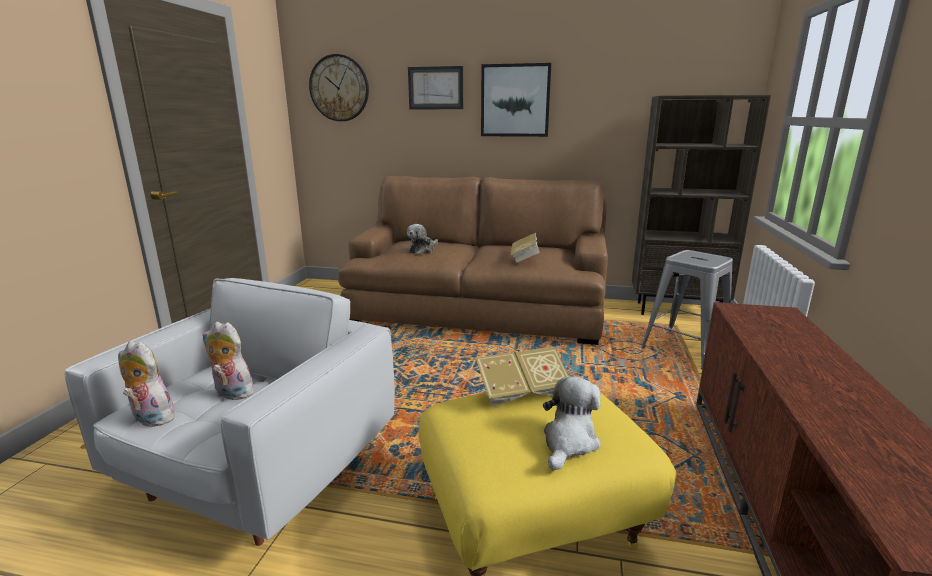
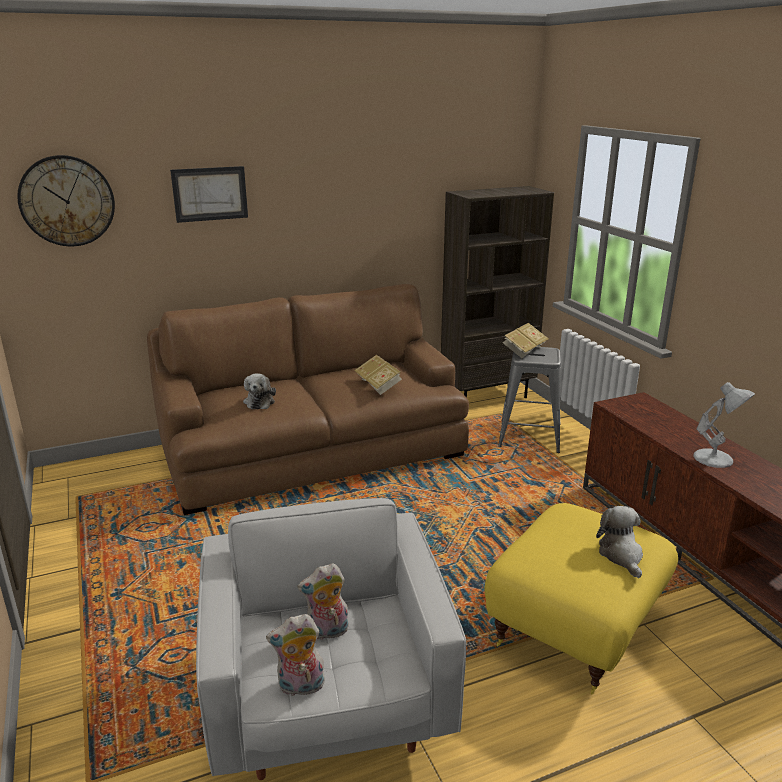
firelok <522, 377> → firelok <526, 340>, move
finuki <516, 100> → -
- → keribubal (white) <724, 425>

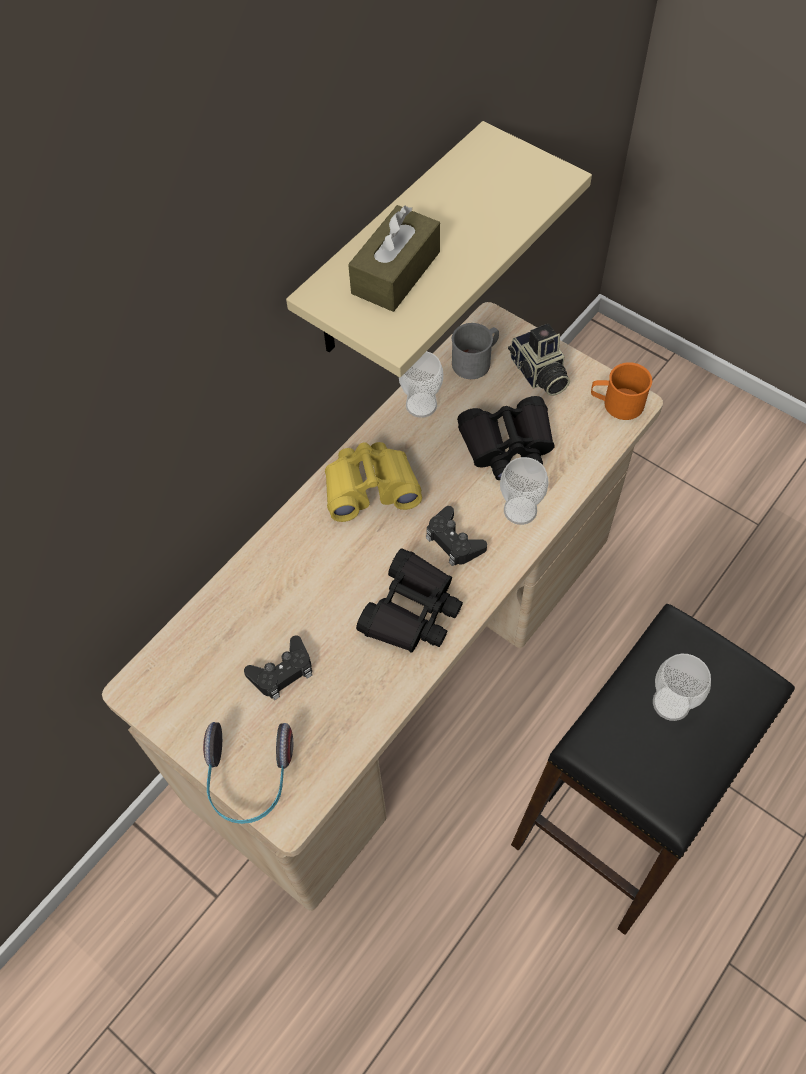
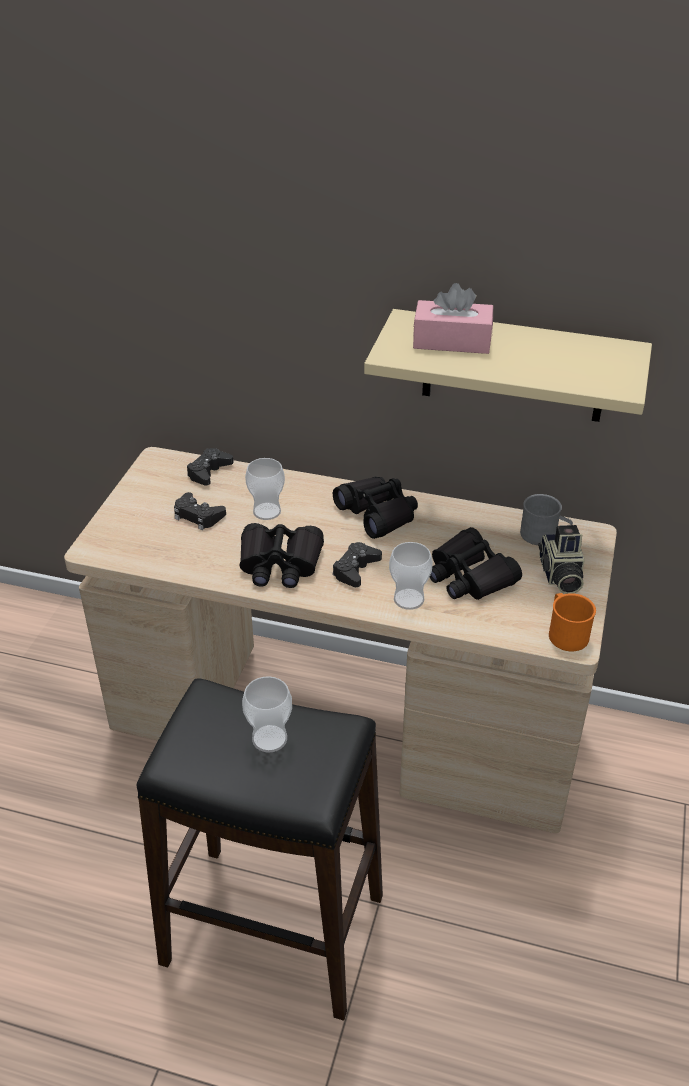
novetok <248, 773> → -
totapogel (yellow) <373, 482> → totapogel (black) <375, 508>
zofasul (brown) <394, 258> → zofasul (pink) <453, 318>
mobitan <421, 384> → mobitan <265, 489>, move
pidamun <539, 360> → pidamun <561, 559>, 45 degrees counterclockwise
- → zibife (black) <210, 467>

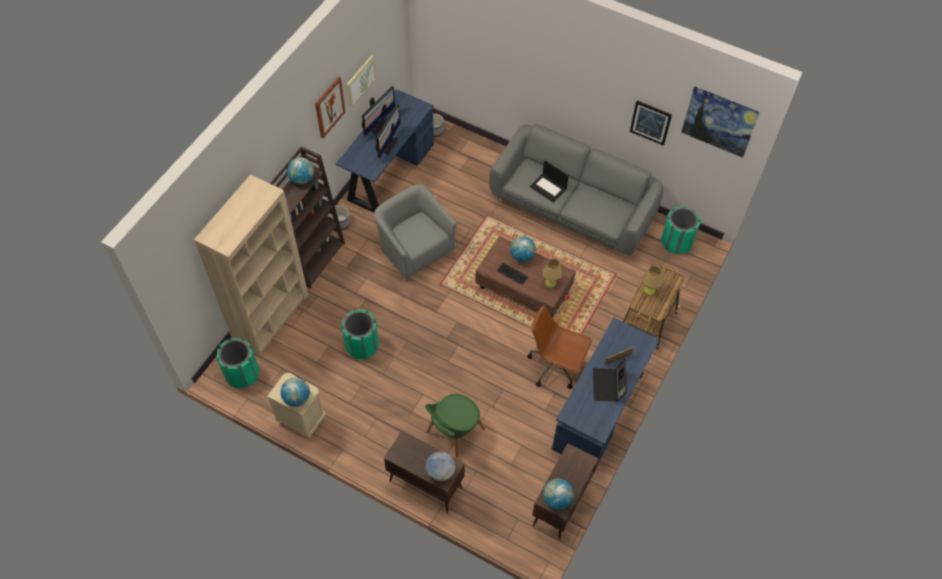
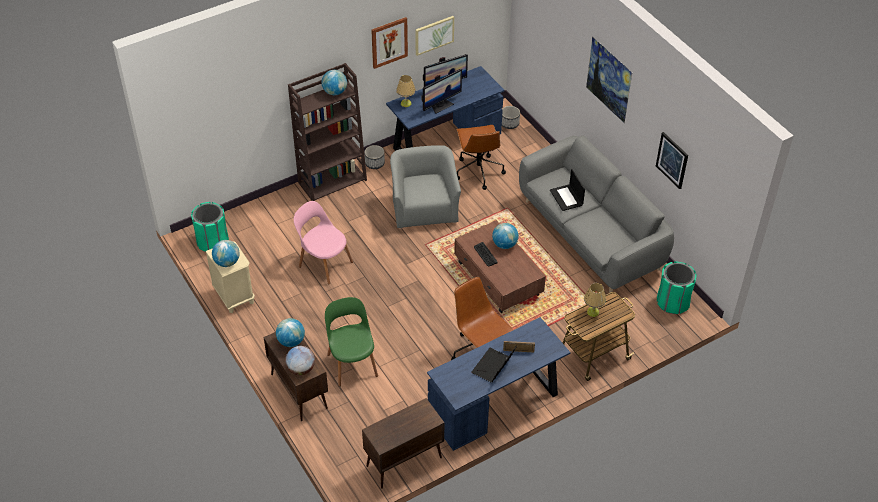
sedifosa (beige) <251, 264> → -
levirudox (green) <360, 334> → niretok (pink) <323, 242>
niretok (green) <455, 426> → niretok (green) <351, 342>, 90 degrees clockwise
keribubal <552, 273> → keribubal <406, 91>, move
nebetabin <558, 494> → nebetabin <290, 332>, move
finuki <720, 122> → finuki <609, 80>, move
- → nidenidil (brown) <481, 157>

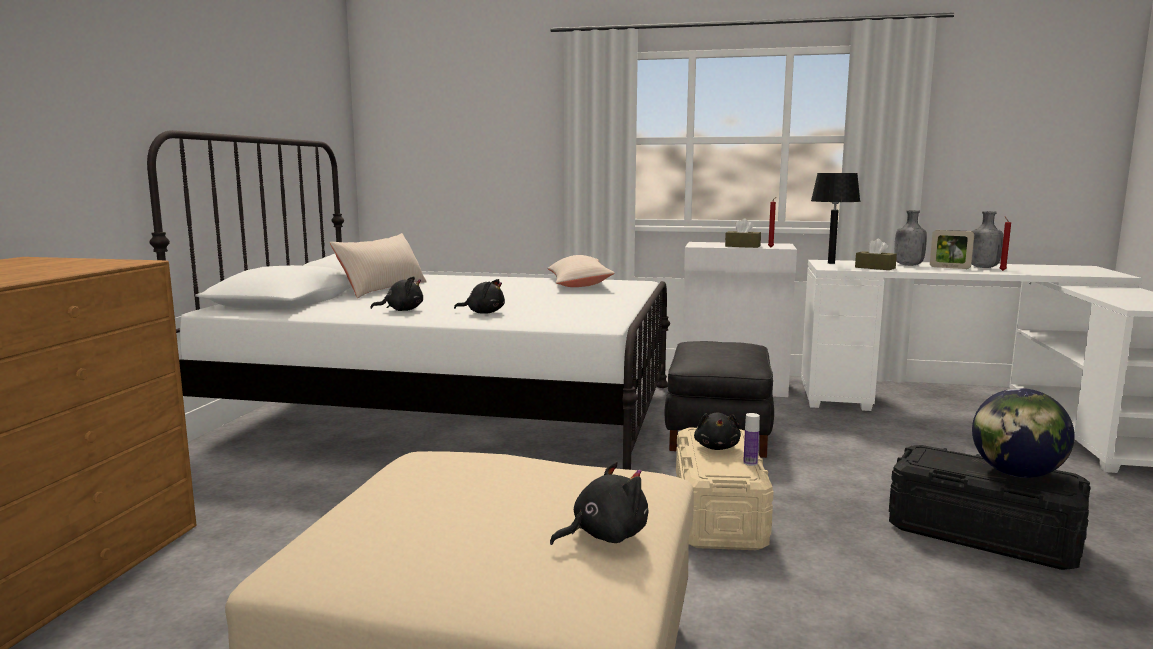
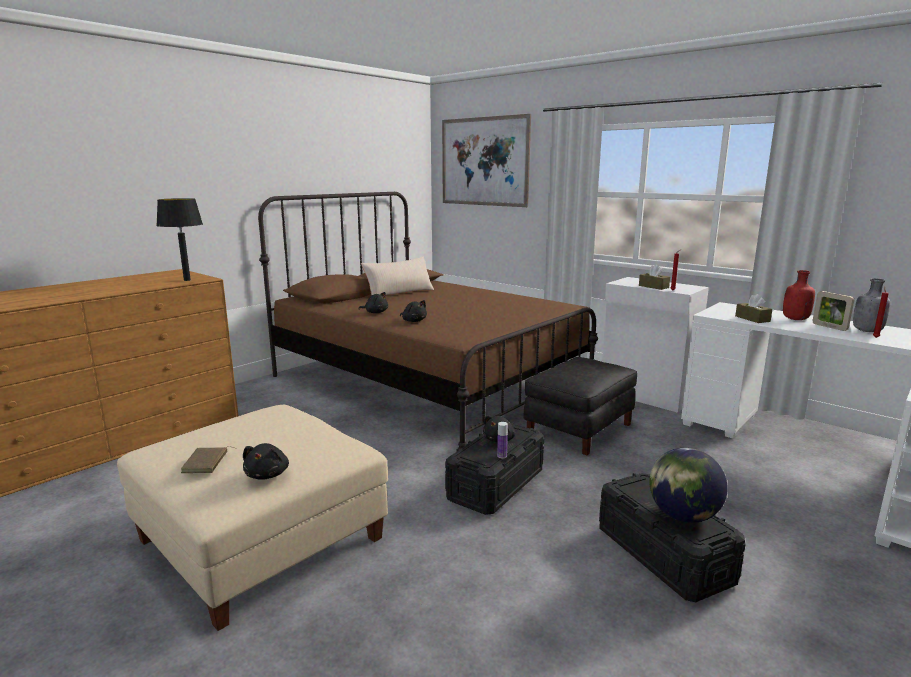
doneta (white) <408, 300> → doneta (brown) <428, 320>
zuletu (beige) <581, 271> → -
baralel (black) <599, 503> → baralel (black) <266, 461>, 90 degrees clockwise
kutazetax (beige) <725, 489> → kutazetax (black) <494, 468>
keribubal (black) <836, 218> → keribubal (black) <179, 239>, move
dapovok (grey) <910, 238> → dapovok (red) <799, 295>
- → firelok (brown) <209, 459>
- → finuki <486, 160>

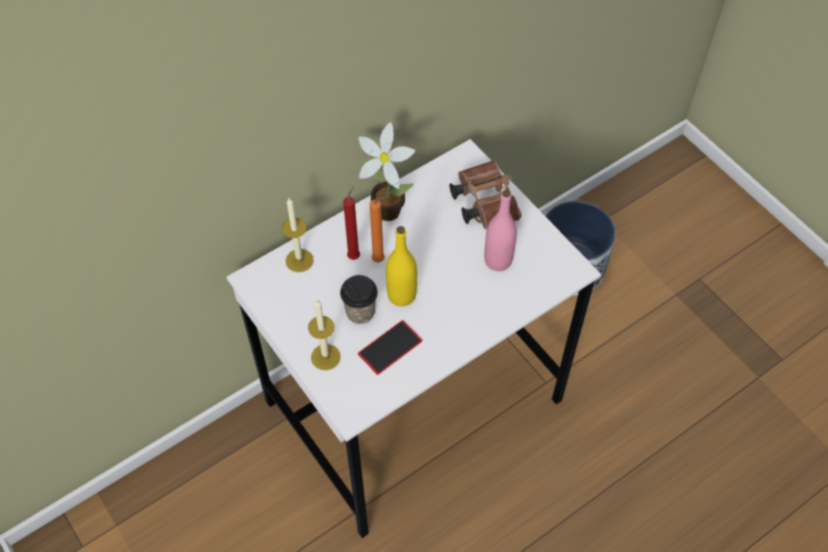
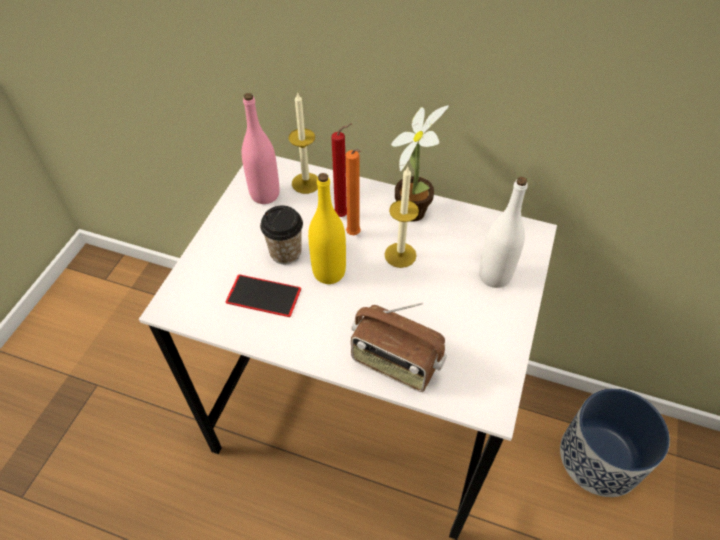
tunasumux <324, 335> → tunasumux <401, 217>, move
totapogel (brown) <486, 195> → dapovok (white) <503, 232>
dapovok (pink) <500, 230> → dapovok (pink) <261, 148>, move
- → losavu <399, 347>

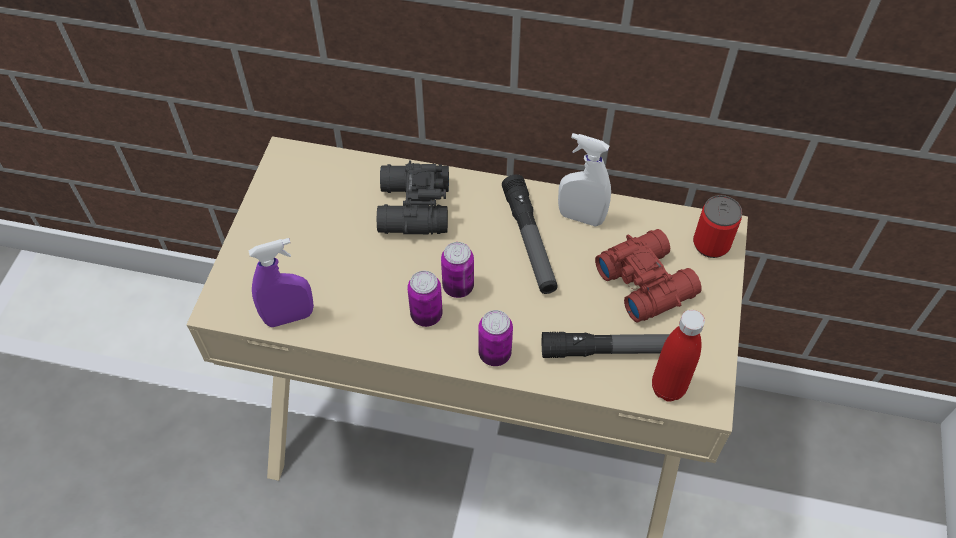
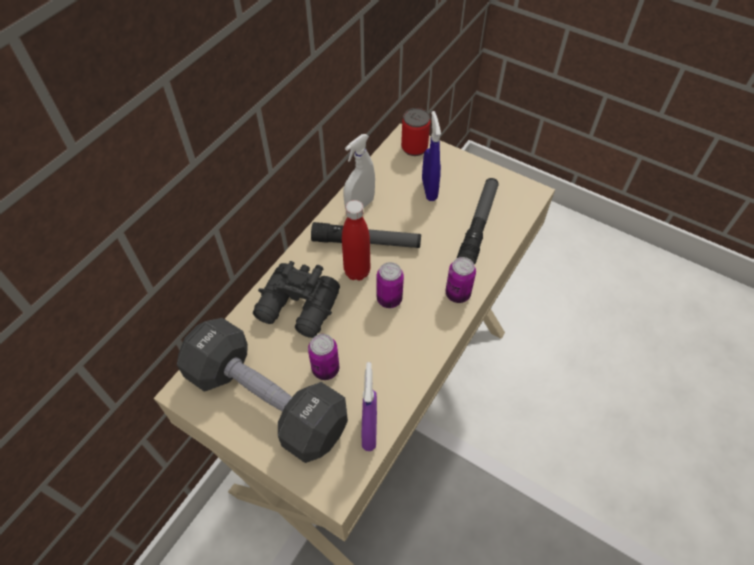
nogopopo <425, 299> → nogopopo <323, 357>, move
totapogel (red) <648, 275> → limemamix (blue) <431, 156>
dapovok (red) <678, 356> → dapovok (red) <356, 240>, move
- → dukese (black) <262, 390>

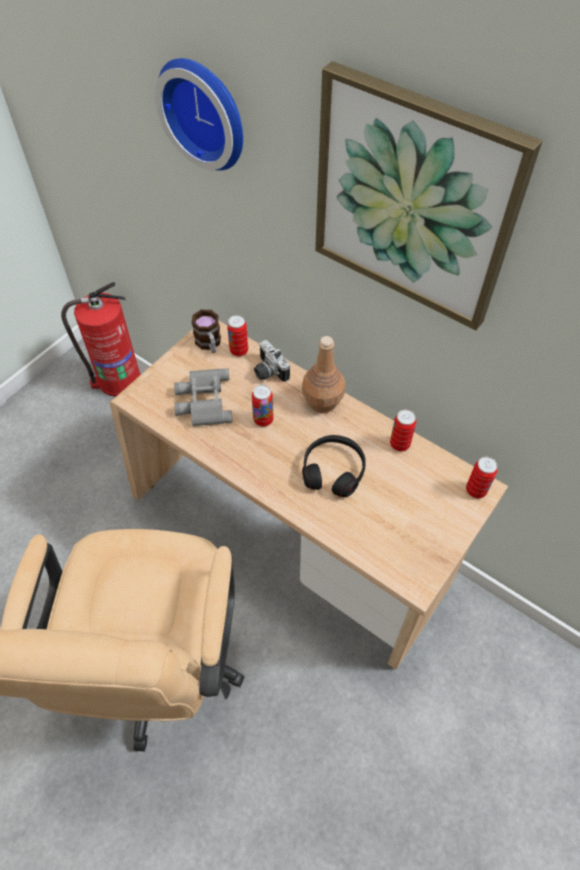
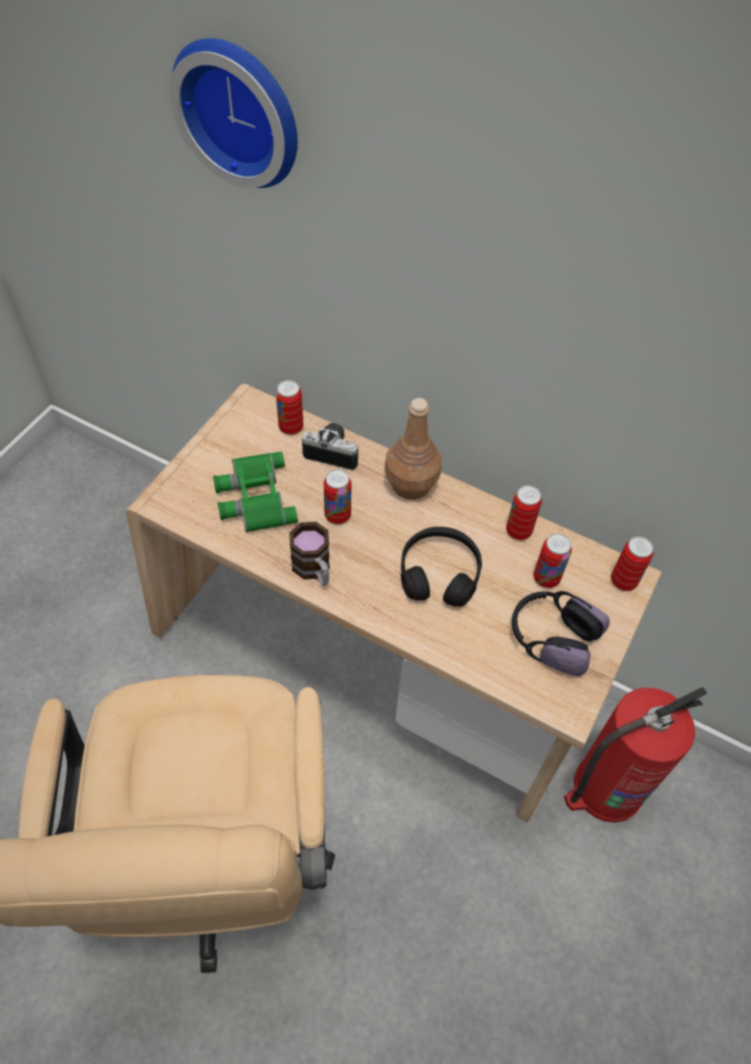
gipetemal <101, 339> → gipetemal <635, 755>, move
totapogel (grey) <203, 397> → totapogel (green) <255, 491>
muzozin <206, 331> → muzozin <309, 554>, move
pidamun <272, 361> → pidamun <330, 446>, 150 degrees clockwise
finuki <428, 195> → -
- → novetok <561, 633>
- → nogopopo <553, 560>

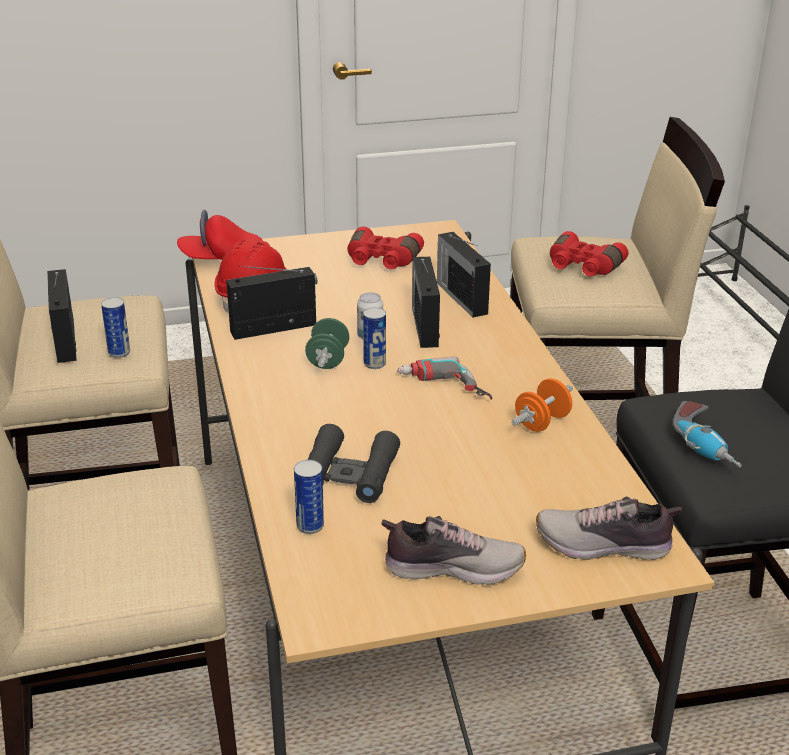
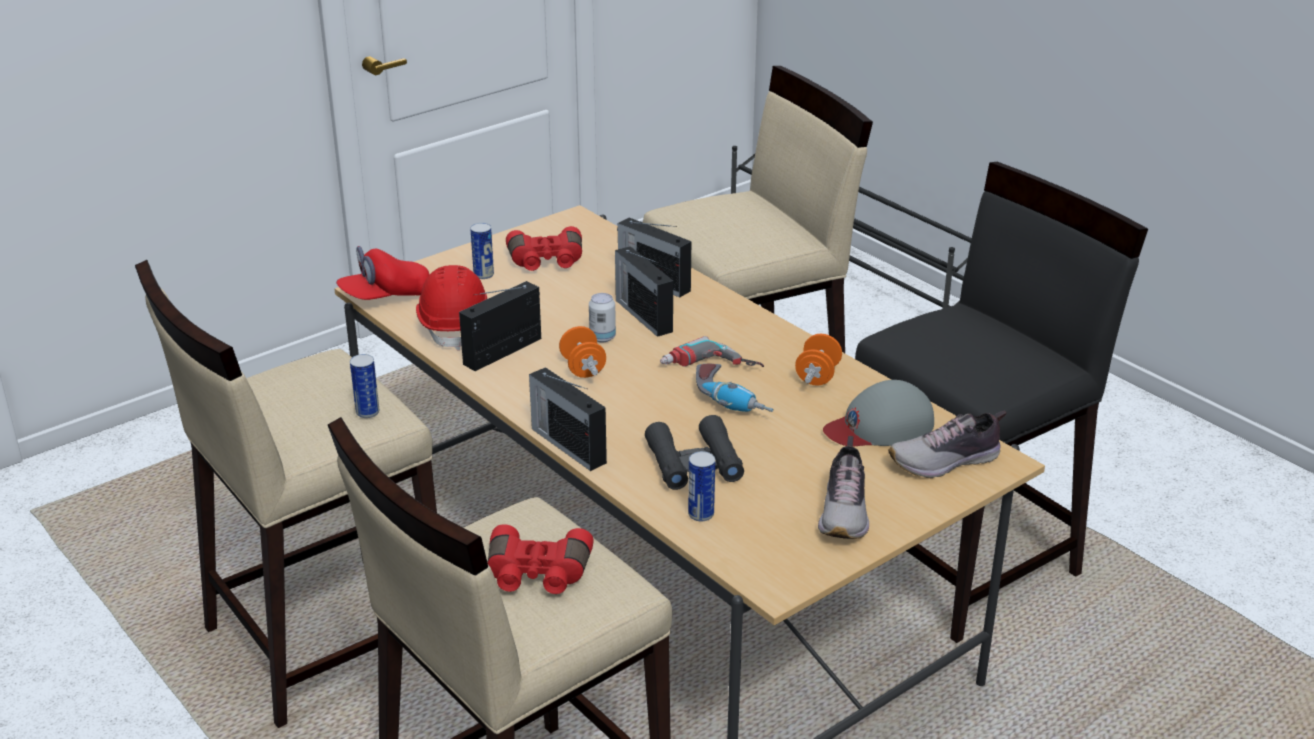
losavu <62, 316> → losavu <568, 419>, move
dukese (green) <327, 343> → dukese (orange) <582, 352>
nogopopo <374, 338> → nogopopo <482, 251>, move
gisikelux <453, 550> → gisikelux <843, 487>, 120 degrees clockwise
totapogel (red) <589, 254> → totapogel (red) <541, 559>, move
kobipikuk <707, 434> → kobipikuk <734, 388>, move
- → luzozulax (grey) <878, 413>

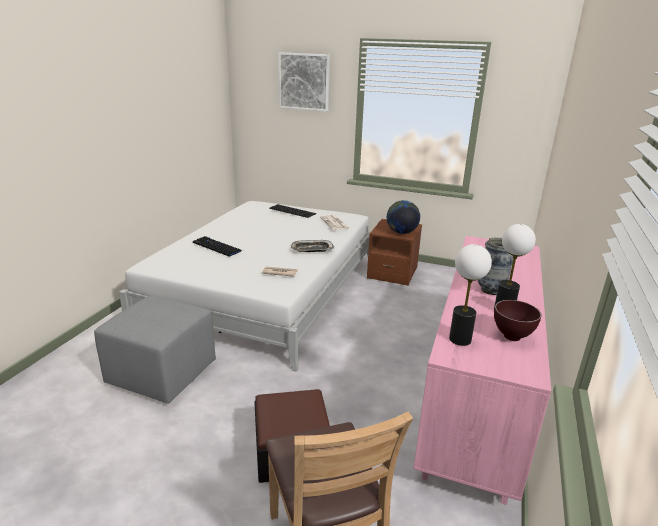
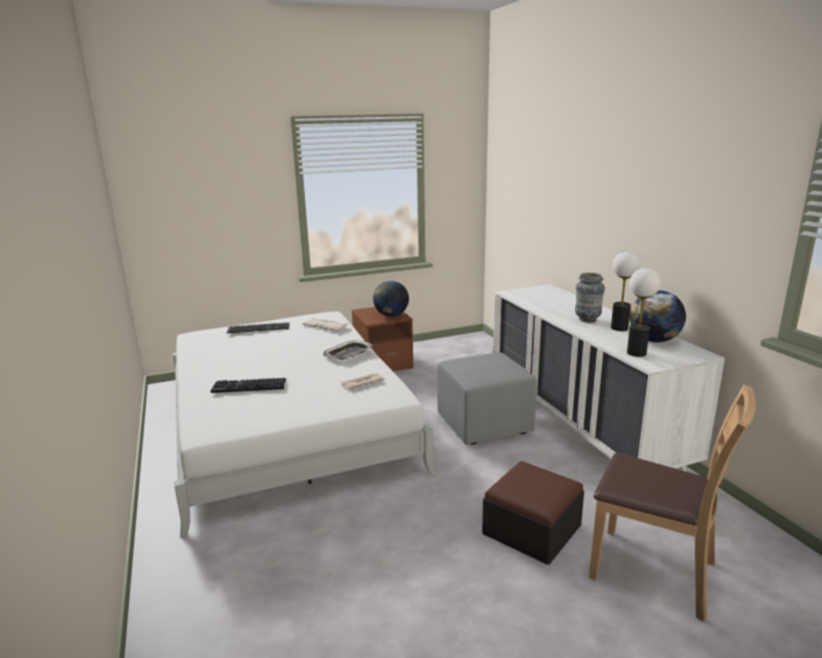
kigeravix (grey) <155, 350> → kigeravix (grey) <487, 398>, move
finuki <304, 82> → -
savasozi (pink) <482, 370> → savasozi (white) <609, 378>
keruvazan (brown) <517, 320> → nebetabin <657, 316>

